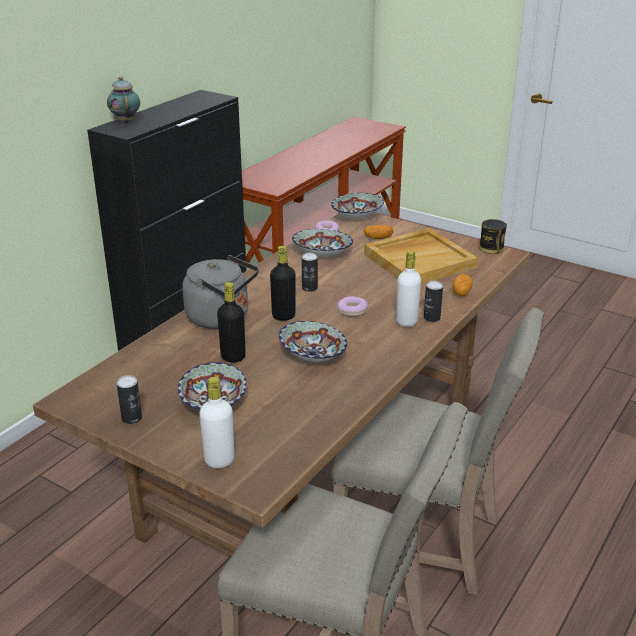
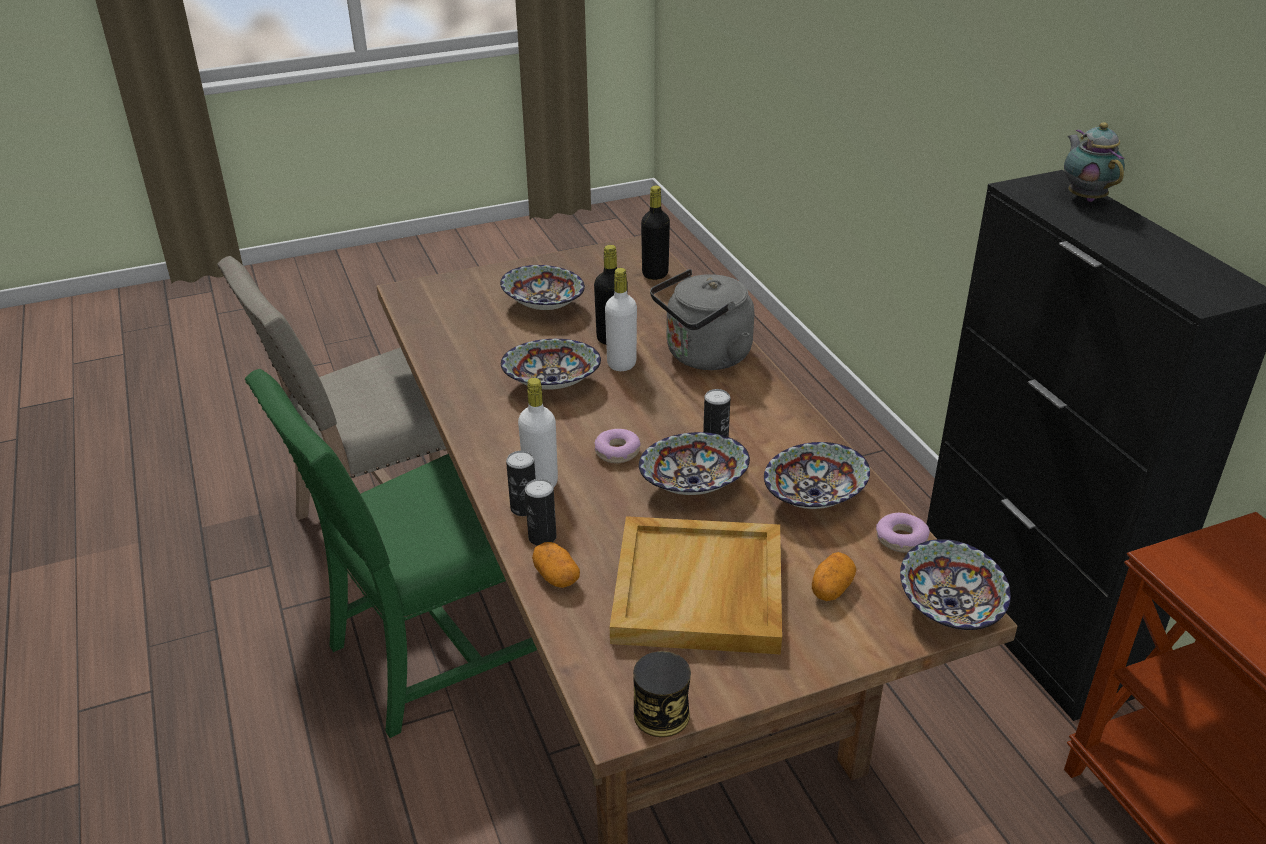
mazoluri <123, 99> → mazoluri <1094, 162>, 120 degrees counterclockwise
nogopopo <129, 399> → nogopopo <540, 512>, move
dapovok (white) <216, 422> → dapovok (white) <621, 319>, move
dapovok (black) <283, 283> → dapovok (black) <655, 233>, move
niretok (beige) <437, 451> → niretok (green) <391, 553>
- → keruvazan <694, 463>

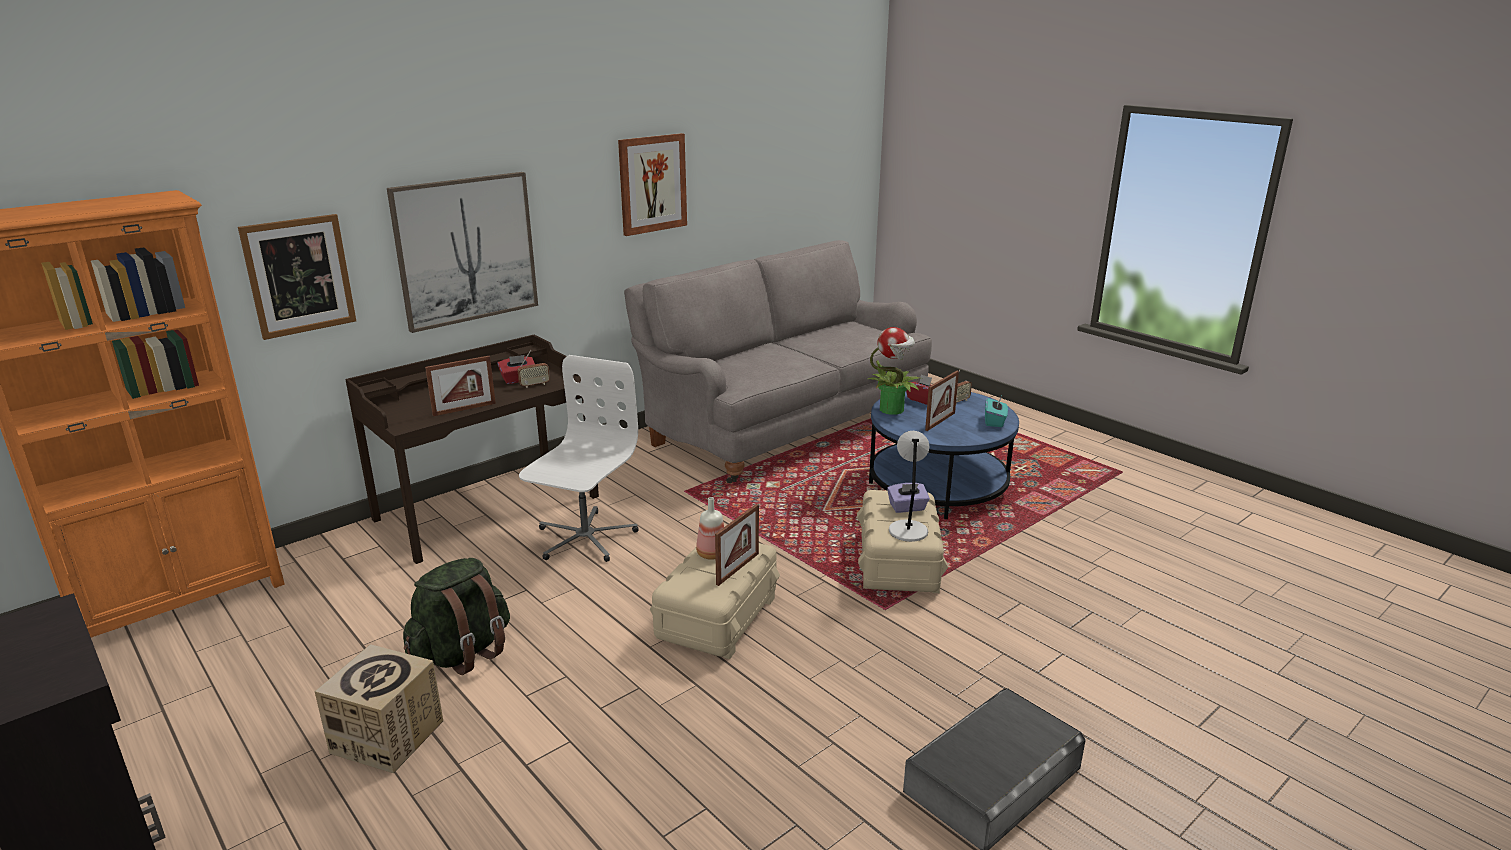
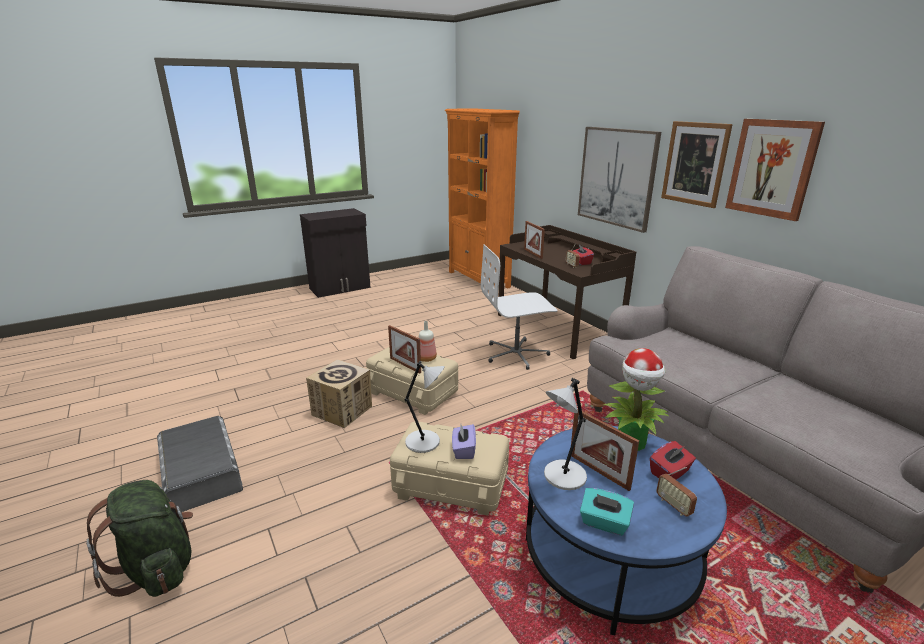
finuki <297, 277> → finuki <697, 164>, move
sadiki <378, 708> → sadiki <339, 393>, move
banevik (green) <456, 616> → banevik (green) <139, 538>, move
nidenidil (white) <579, 458> → nidenidil (white) <519, 307>, 135 degrees clockwise
- → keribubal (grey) <565, 434>

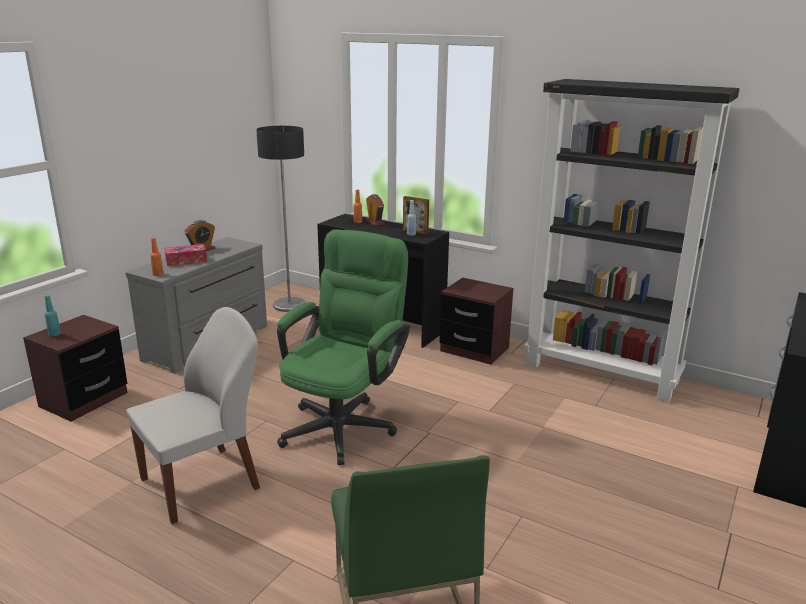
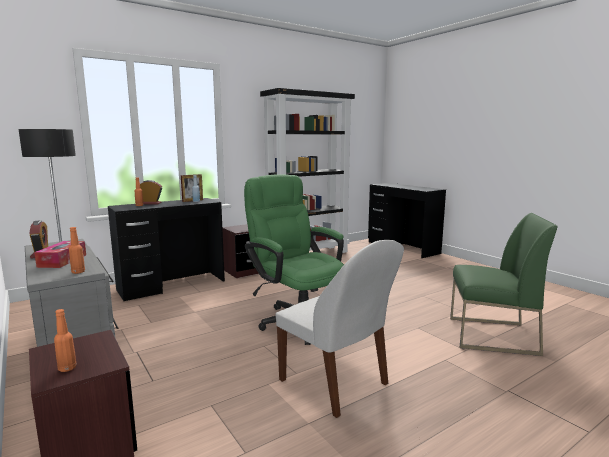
dapovok (turquoise) <52, 316> → dapovok (orange) <65, 340>
niretok (white) <193, 415> → niretok (white) <339, 329>, 150 degrees clockwise

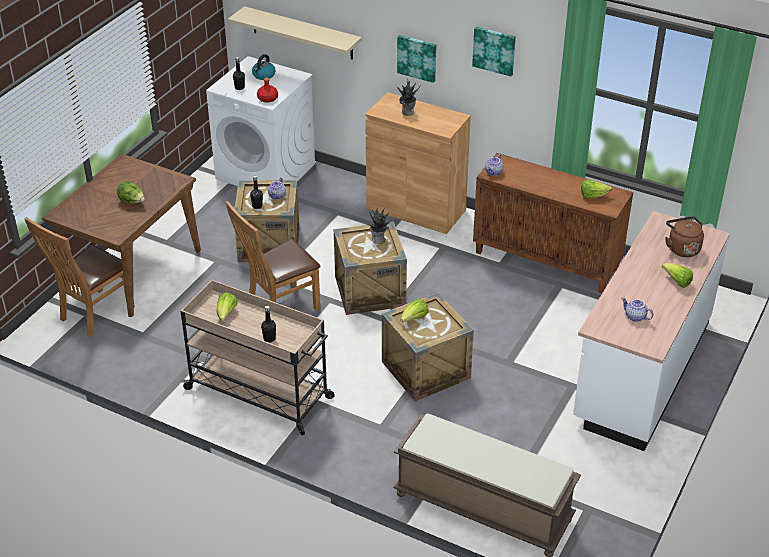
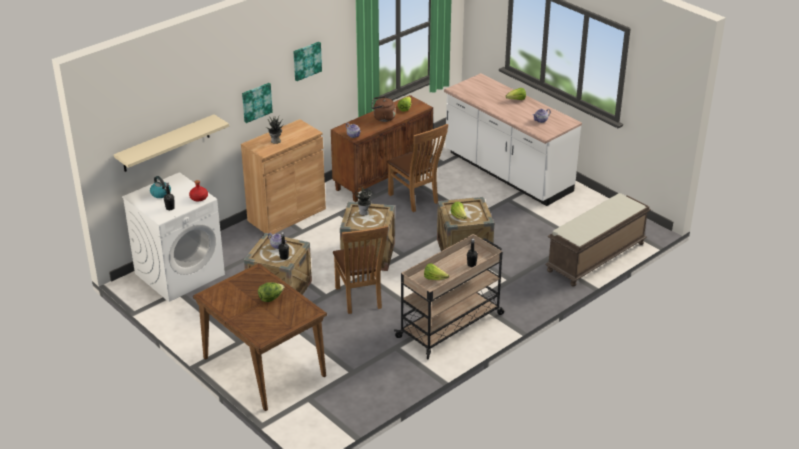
niretok (brown) <79, 277> → niretok (brown) <417, 168>, move
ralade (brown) <684, 236> → ralade (brown) <383, 109>, move

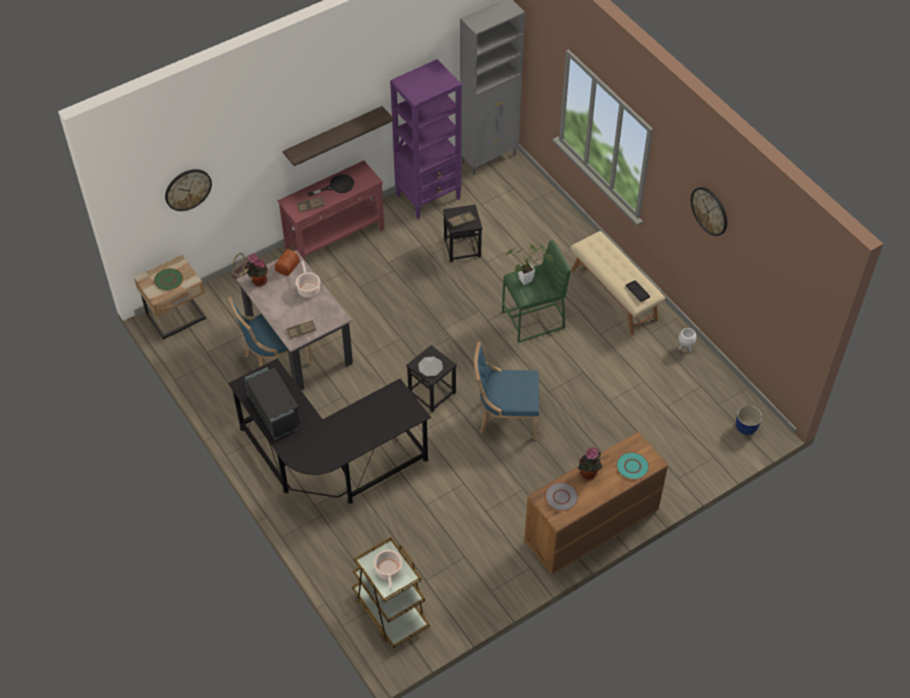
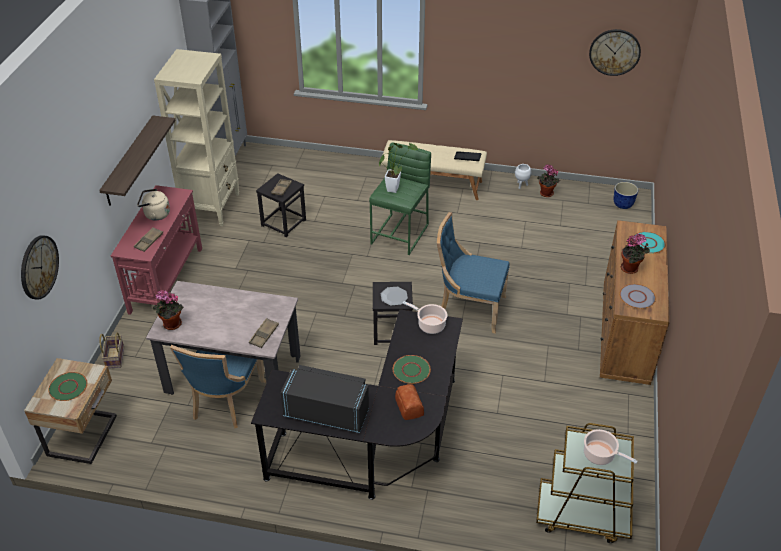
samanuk <287, 262> → samanuk <409, 402>, move
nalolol <307, 279> → nalolol <424, 317>, move
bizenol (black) <331, 185> → ralade (beige) <153, 205>
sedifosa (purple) <426, 139> → sedifosa (beige) <197, 137>
niretok (blue) <506, 391> → niretok (blue) <473, 273>, 60 degrees clockwise
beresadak <709, 211> → beresadak <615, 52>, move
- → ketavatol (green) <412, 369>
- → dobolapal <549, 180>

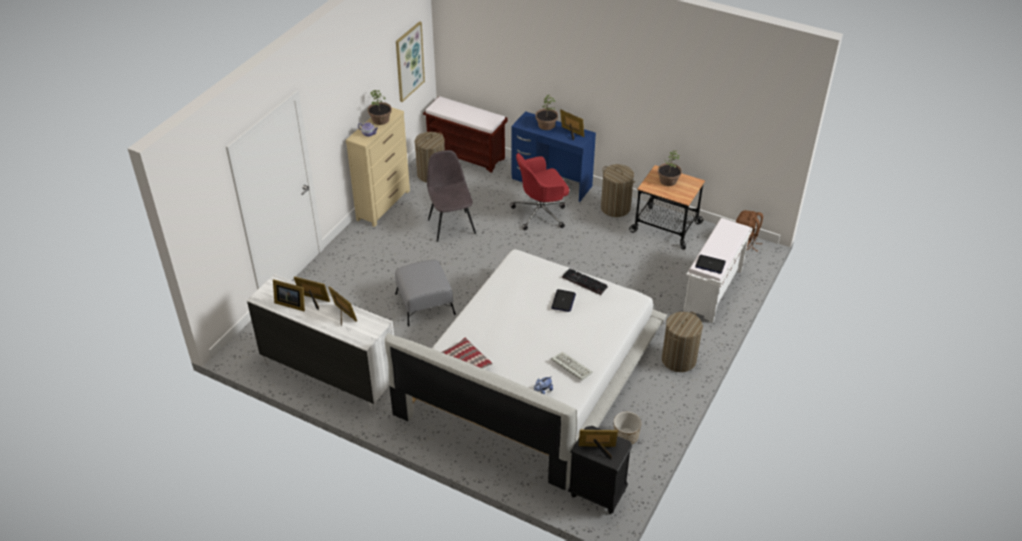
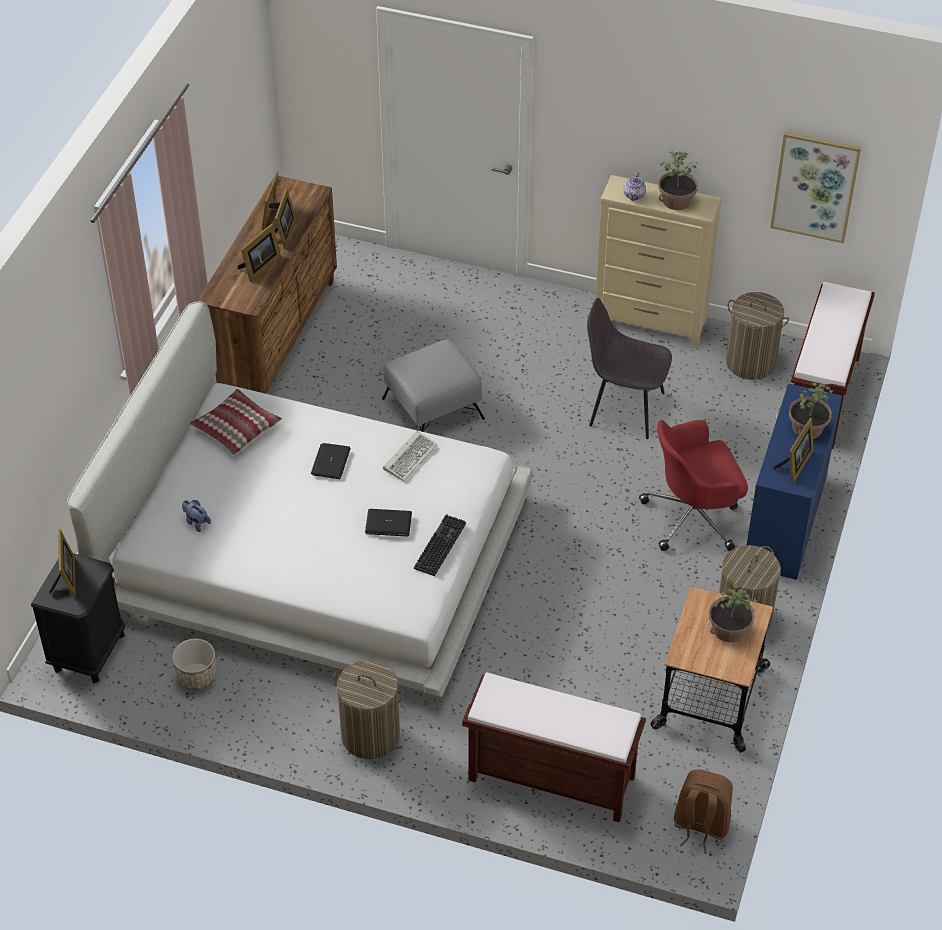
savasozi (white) <320, 343> → savasozi (brown) <267, 285>
niretok (grey) <451, 196> → niretok (grey) <629, 368>, 135 degrees counterclockwise
nidenidil (red) <539, 191> → nidenidil (red) <693, 485>, 75 degrees counterclockwise
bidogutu <572, 366> → bidogutu <410, 455>, move
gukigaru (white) <718, 270> → gukigaru (brown) <554, 747>
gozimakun <710, 264> → gozimakun <331, 461>, move

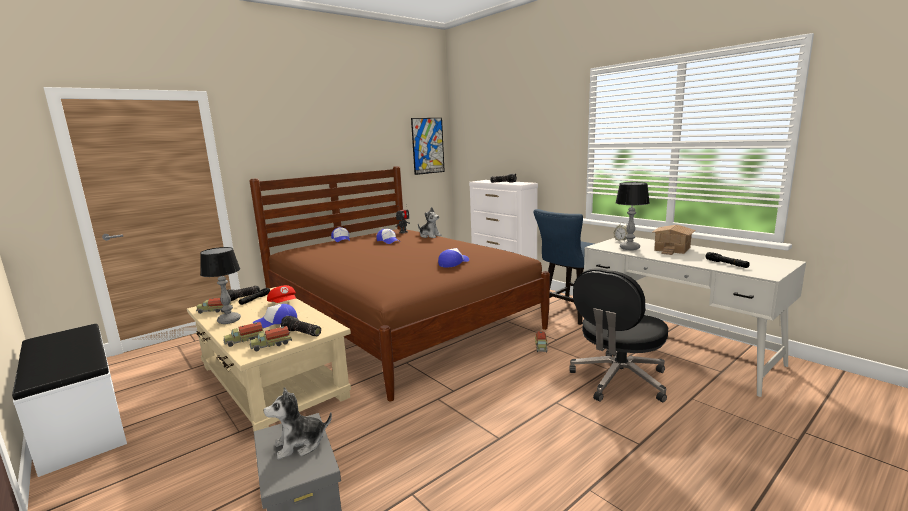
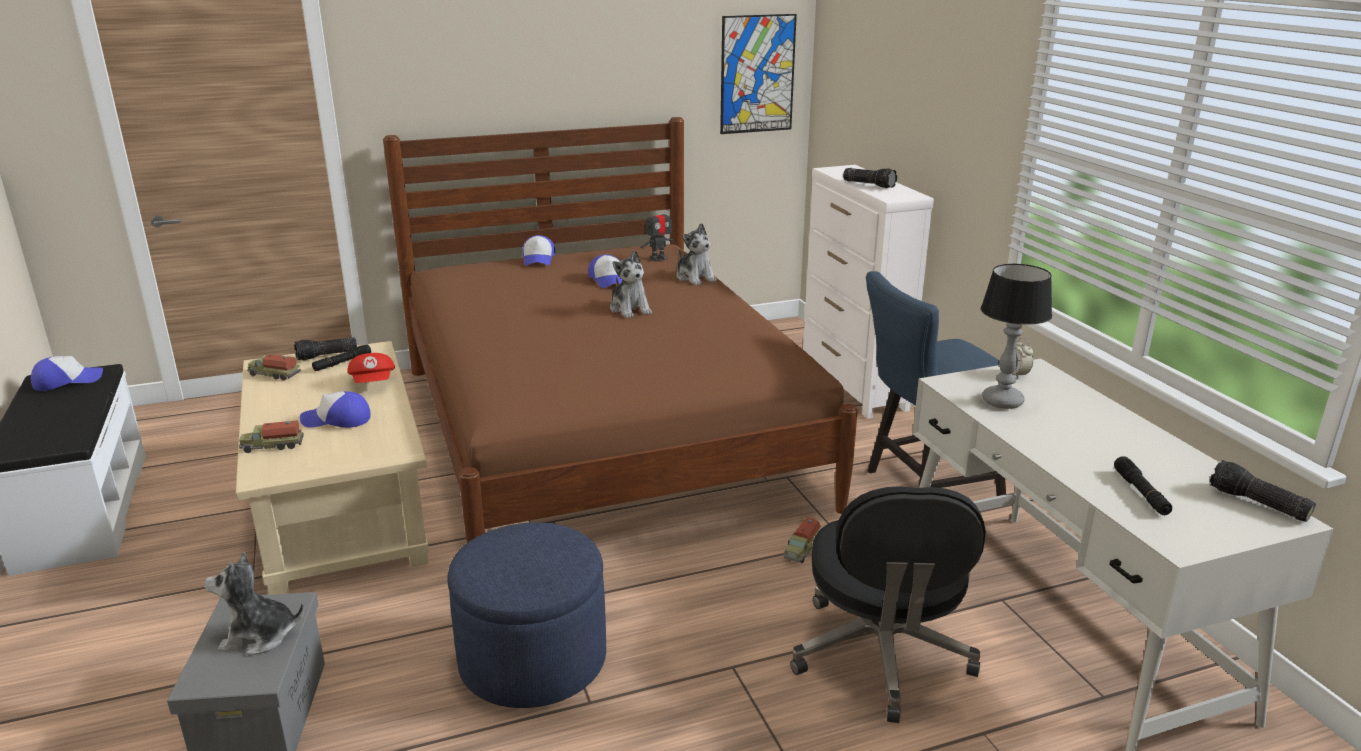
keribubal <220, 285> → -
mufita <271, 338> → -
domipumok <301, 326> → domipumok <1263, 491>, move
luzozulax <453, 258> → luzozulax <67, 373>, move
nidenidil (black) <618, 335> → nidenidil (black) <888, 604>, 60 degrees counterclockwise
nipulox <674, 240> → -
- → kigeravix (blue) <526, 615>
- → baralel <631, 284>

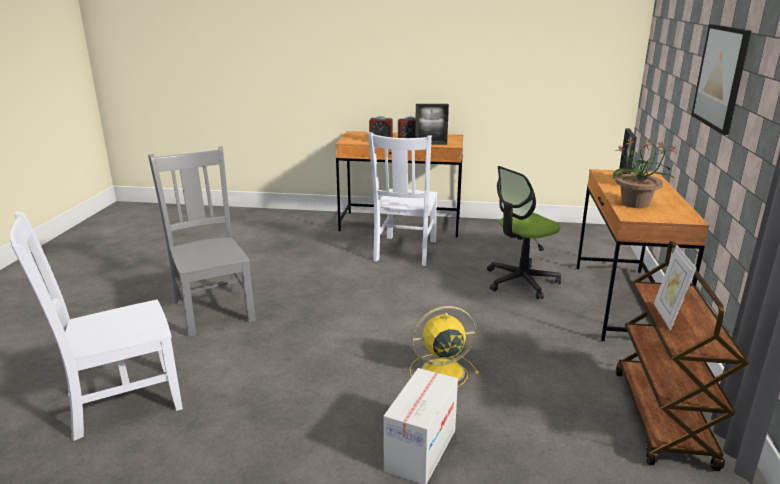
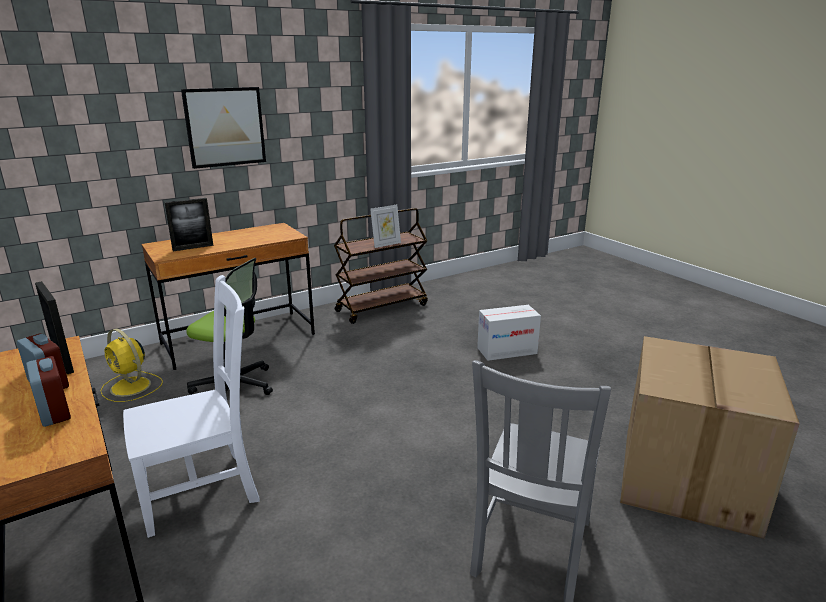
niretok (white) <96, 326> → sadiki <710, 437>
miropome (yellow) <444, 346> → miropome (yellow) <131, 365>, move
dobolapal <644, 173> → -

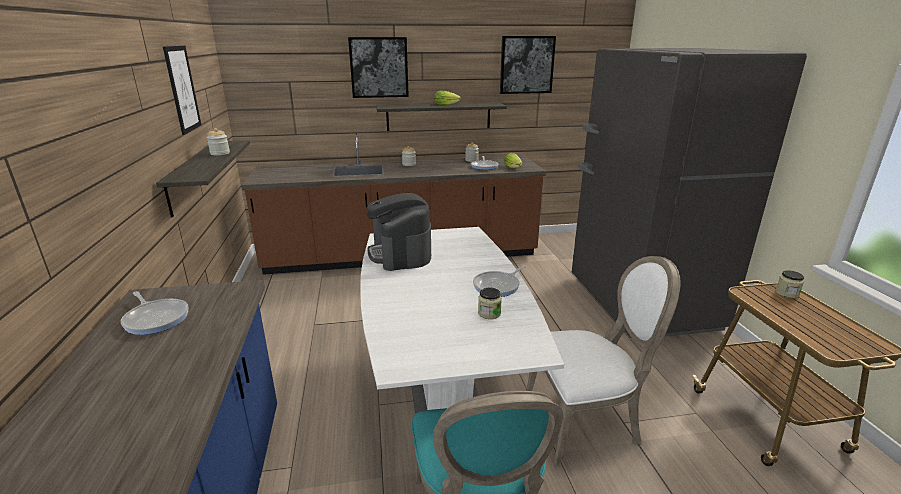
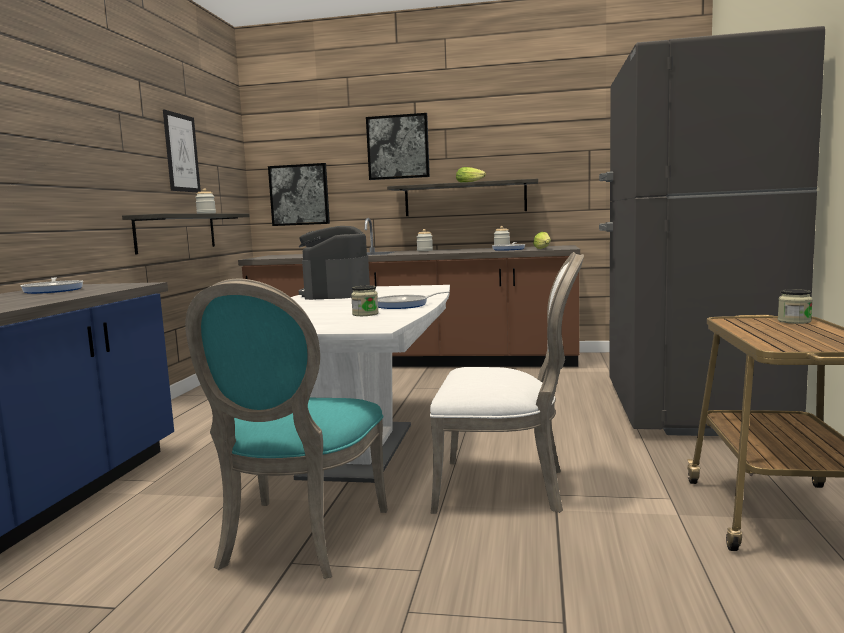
finuki <528, 65> → finuki <299, 194>, move

